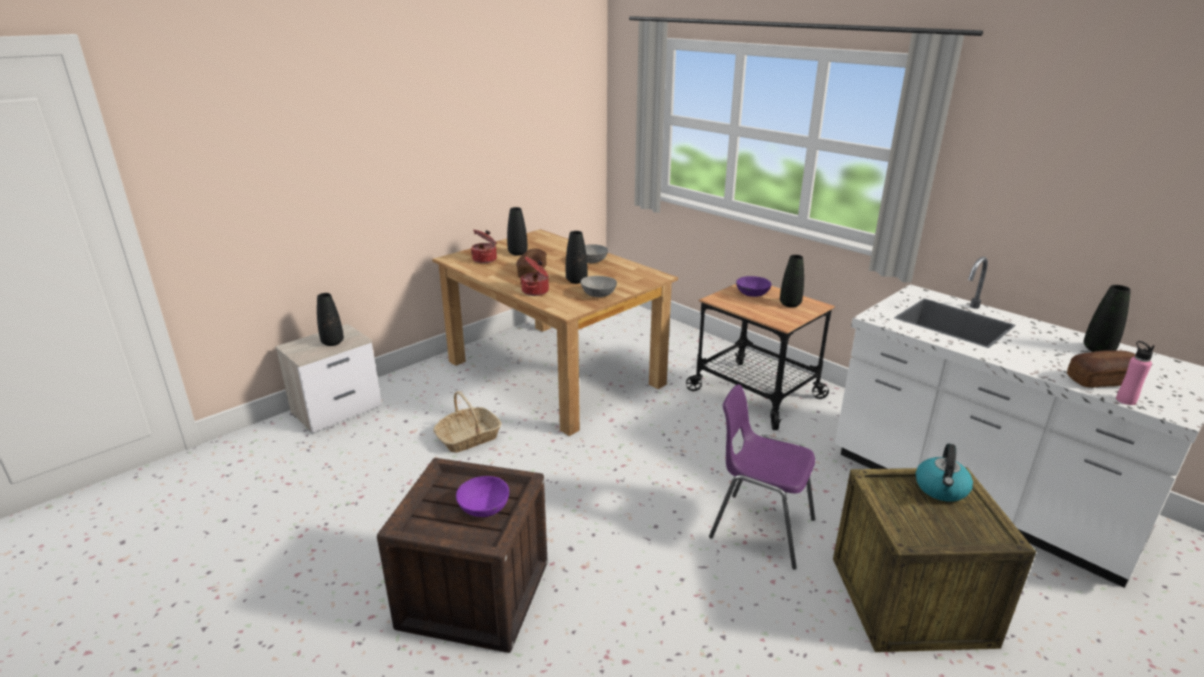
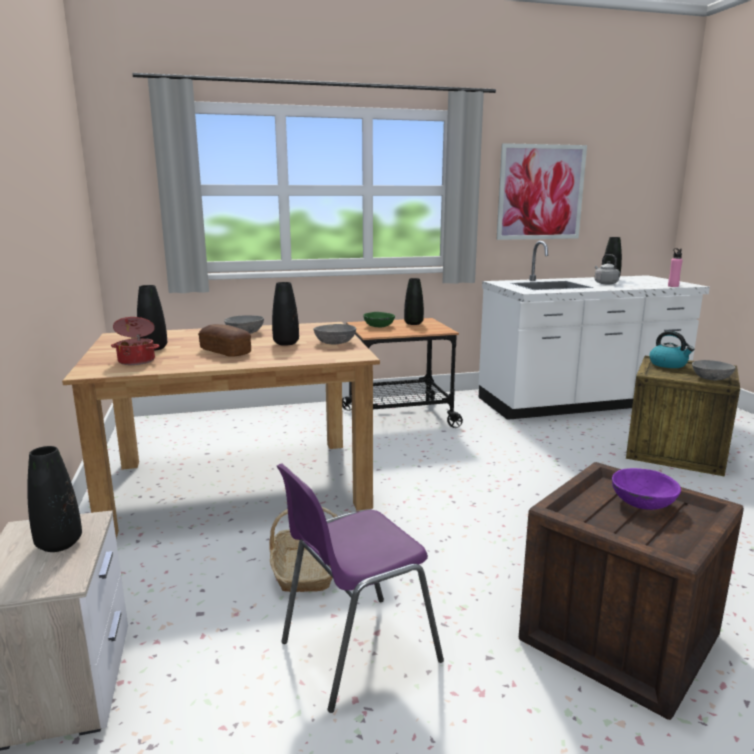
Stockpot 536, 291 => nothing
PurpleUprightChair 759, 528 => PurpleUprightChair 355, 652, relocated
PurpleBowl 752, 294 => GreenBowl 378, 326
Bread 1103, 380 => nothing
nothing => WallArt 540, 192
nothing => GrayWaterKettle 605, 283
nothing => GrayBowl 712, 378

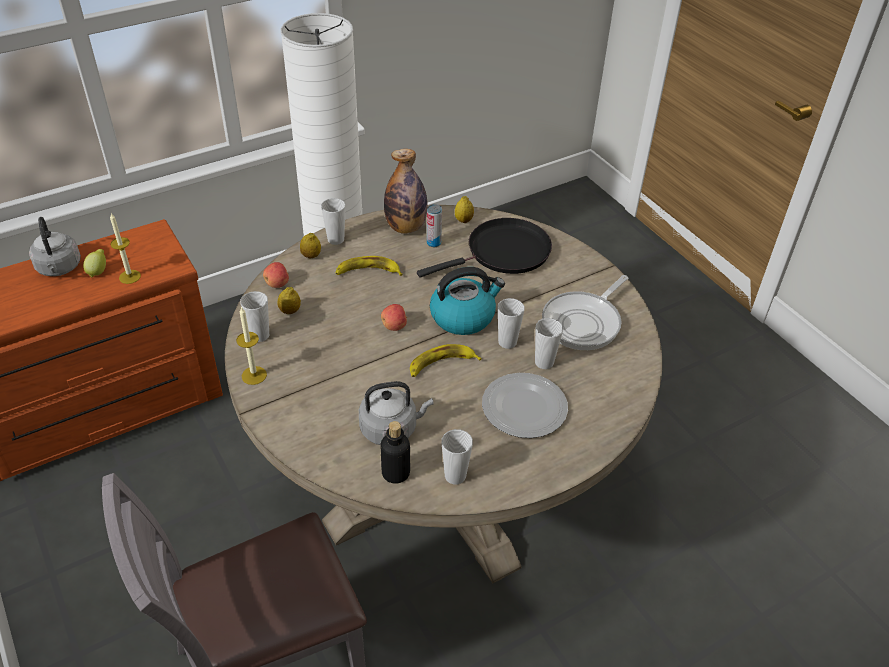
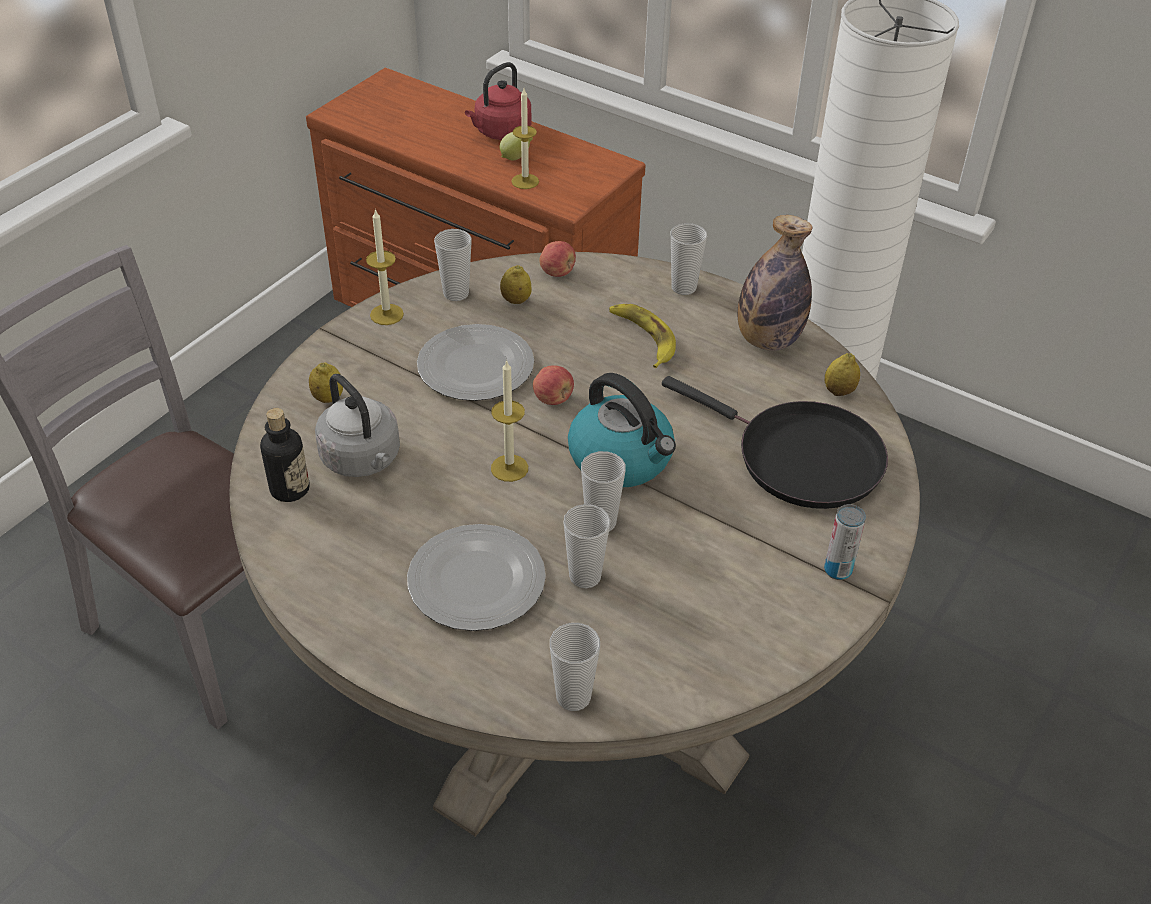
GrayWaterKettle 59, 268 => ReddishWaterKettle 500, 132
Lemon 311, 256 => Lemon 328, 398, relocated
Banana 441, 364 => WaxLight 509, 468
SealedCan 433, 243 => SealedCan 837, 570, relocated
SmallCup 455, 476 => SmallCup 573, 697, relocated
Pan 584, 322 => nothing
nothing => Plate 474, 367

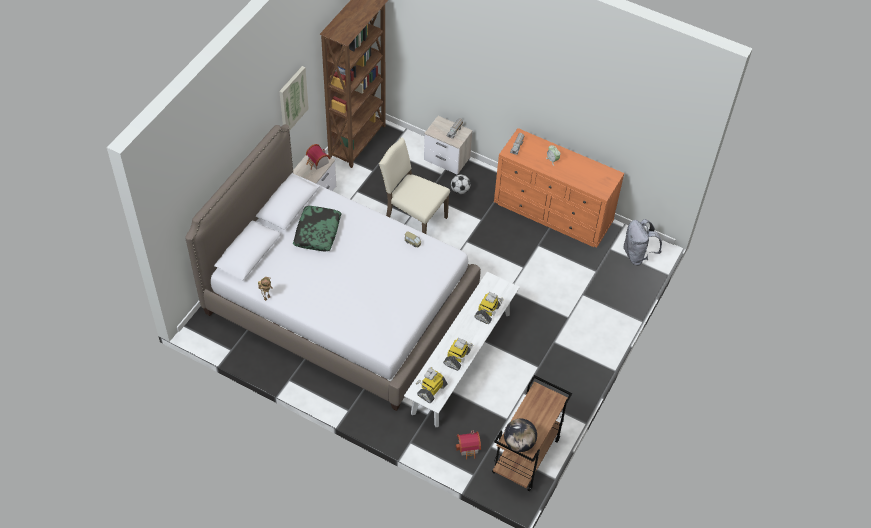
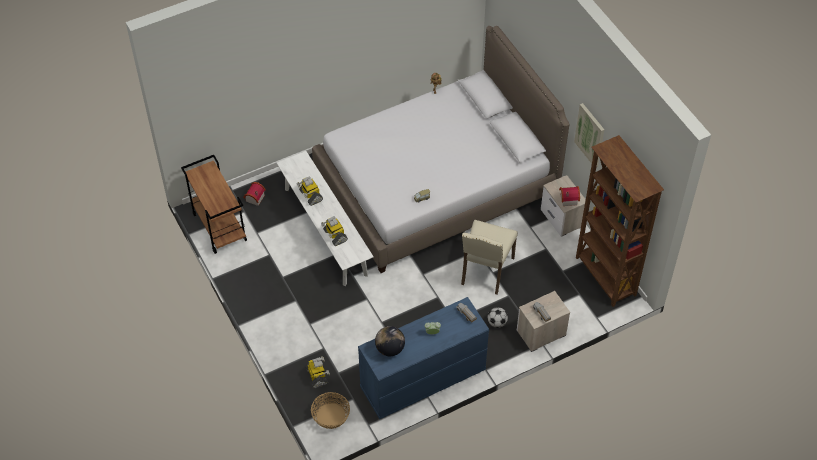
ThrowPillow 317, 232 => nothing
BeigeUprightChair 413, 221 => BeigeUprightChair 485, 271, 135 degrees clockwise
ModelRobot 431, 390 => ModelRobot 317, 376, relocated
OrangeDresser 553, 213 => BlueDresser 422, 379
DeskGlobe 519, 443 => DeskGlobe 390, 349, relocated
GrayBackpack 637, 255 => StorageBasket 330, 416

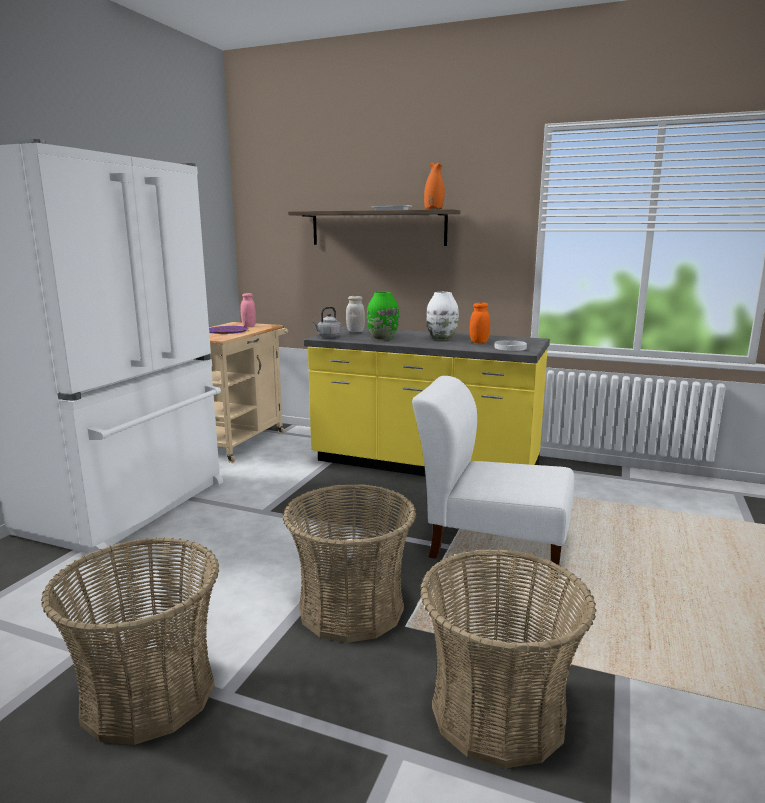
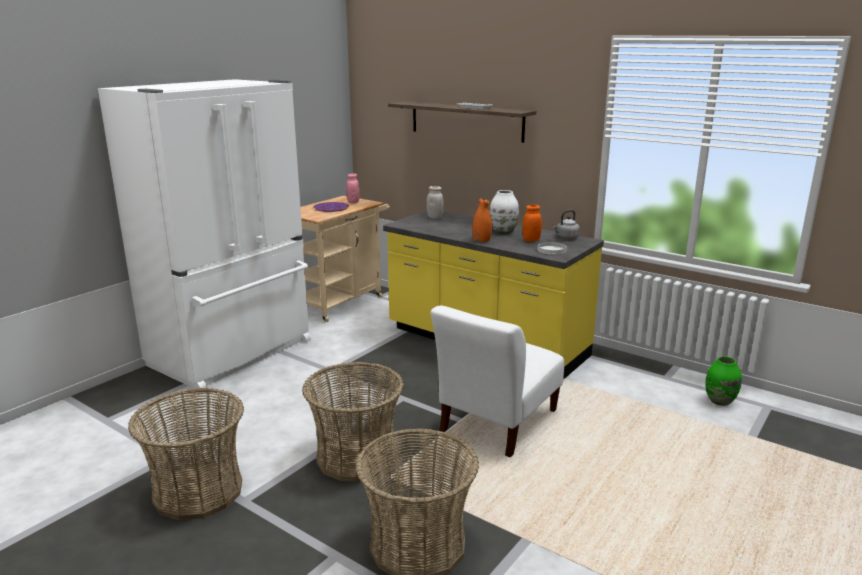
GrayWaterKettle 328, 337 => GrayWaterKettle 566, 238, relocated
GreenVase 382, 338 => GreenVase 719, 401, relocated
WhitishUprightChair 491, 545 => WhitishUprightChair 496, 423, 90 degrees counterclockwise
OrangeVase 434, 209 => OrangeVase 481, 240, relocated

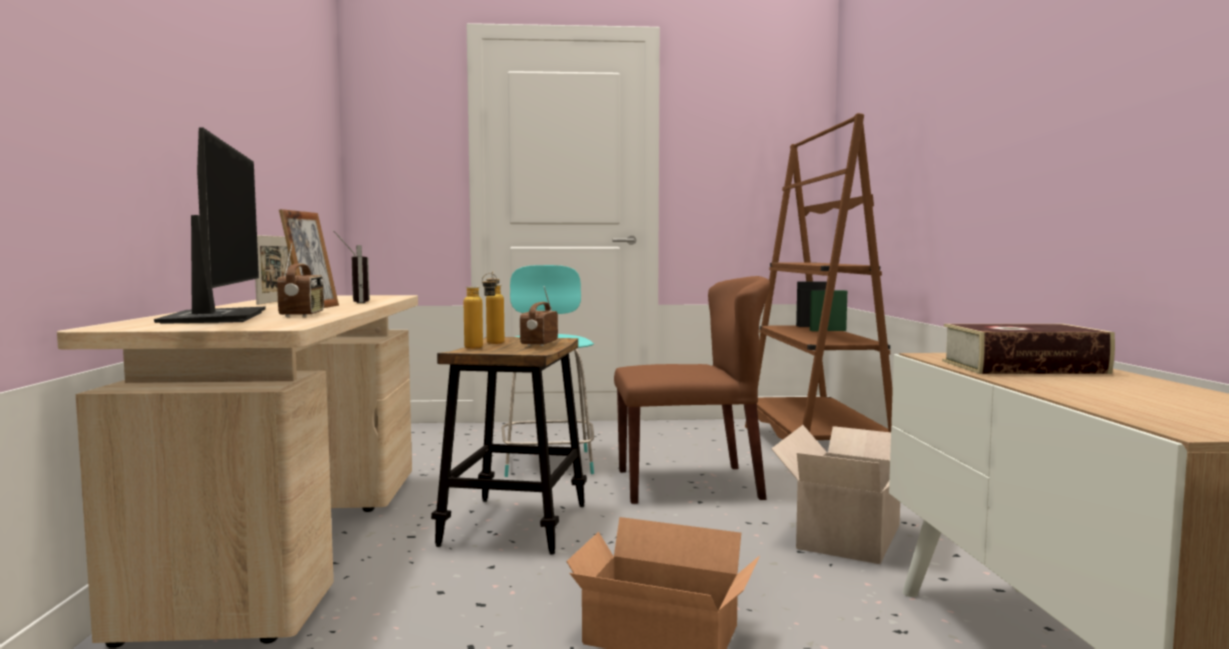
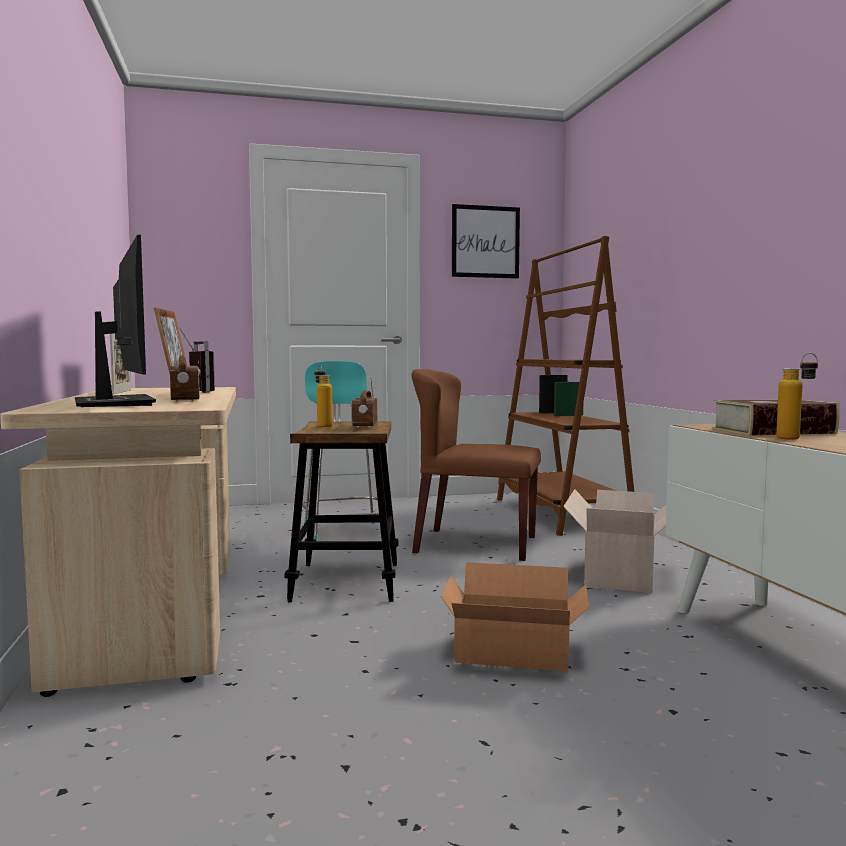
BeverageBottle 481, 348 => BeverageBottle 795, 438, relocated
BrownishUprightChair 689, 484 => BrownishUprightChair 474, 544, 150 degrees counterclockwise
nothing => WallArt 485, 242

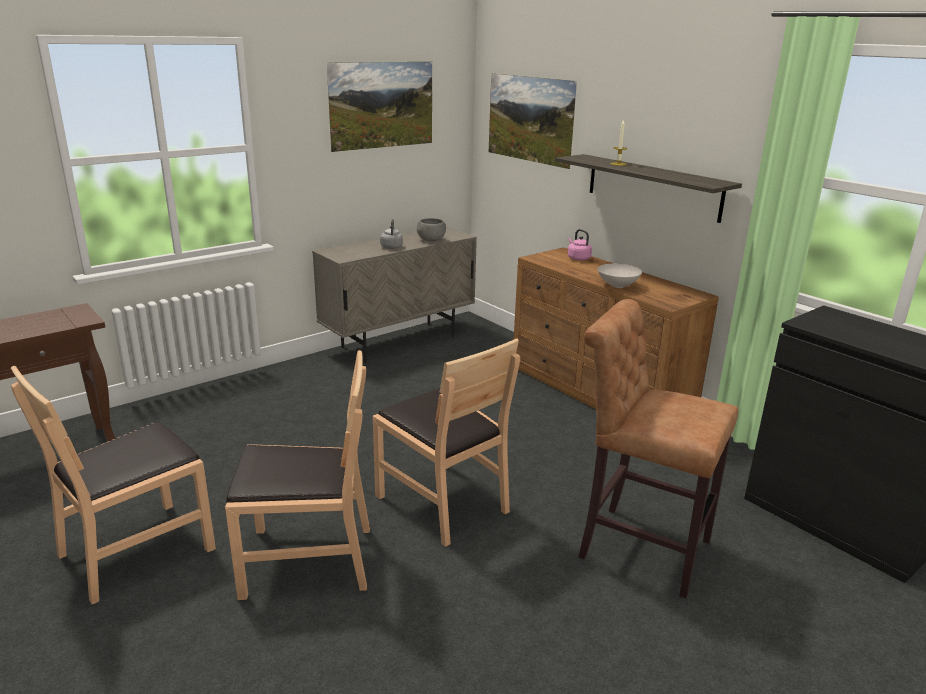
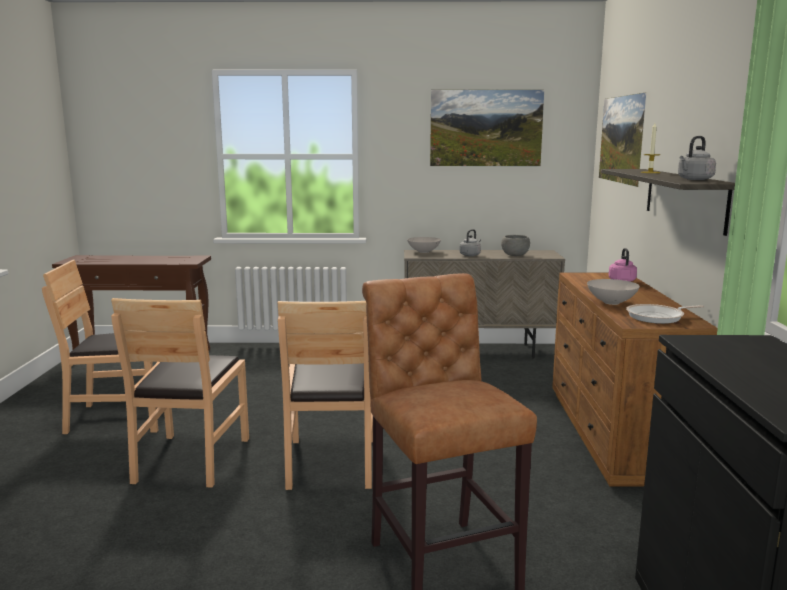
BrownishUprightChair 307, 560 => BrownishUprightChair 191, 459, 60 degrees clockwise
nothing => WhitishBowl 423, 252
nothing => Pan 658, 317
nothing => GrayWaterKettle 694, 179

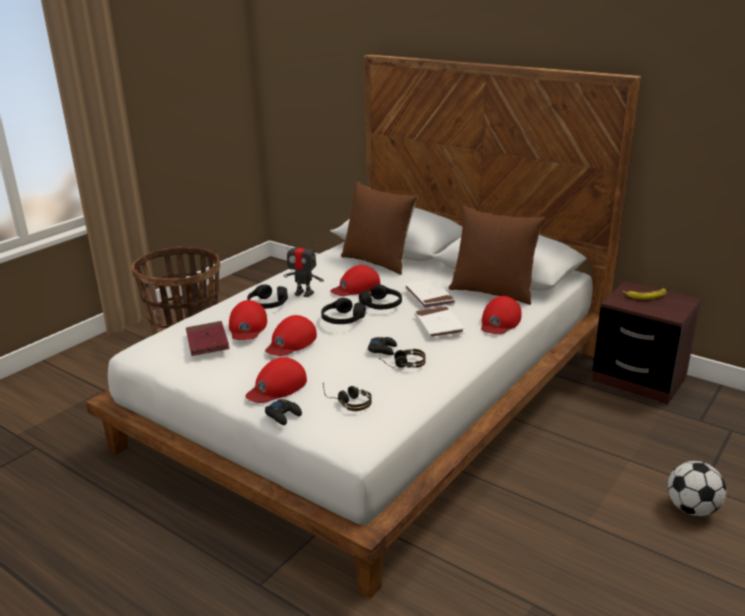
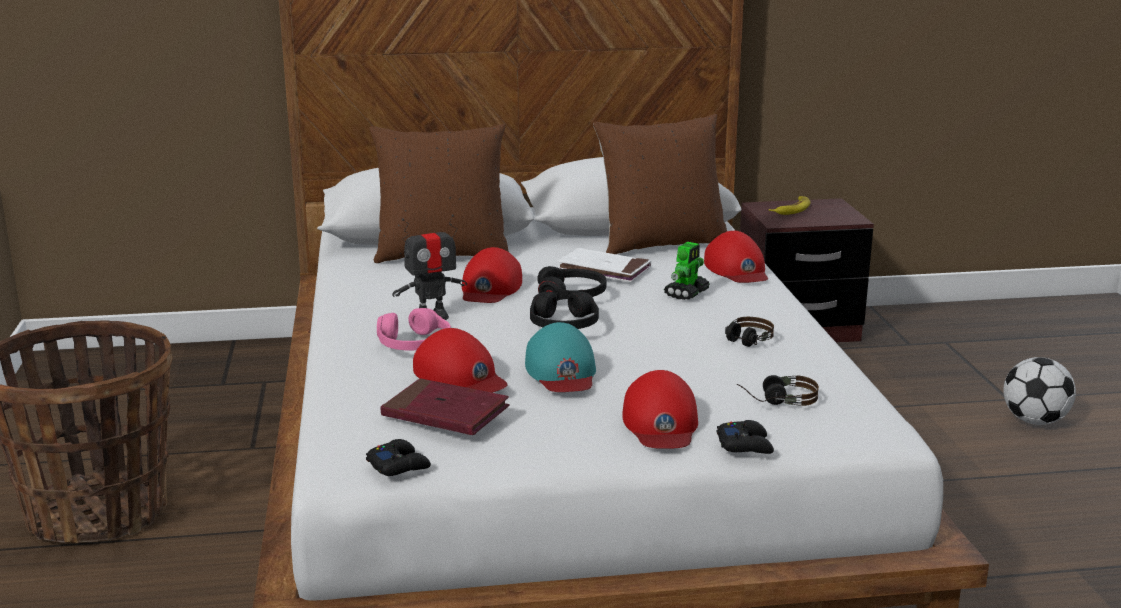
BlackishPairOfHeadphones 267, 304 => PinkishPairOfHeadphones 414, 344
ReddishBaseballCap 291, 342 => TurquoiseColouredBaseballCap 561, 371
BlackishGamepad 383, 349 => BlackishGamepad 398, 465, relocated
WhitishBoundBook 438, 325 => ModelRobot 687, 293

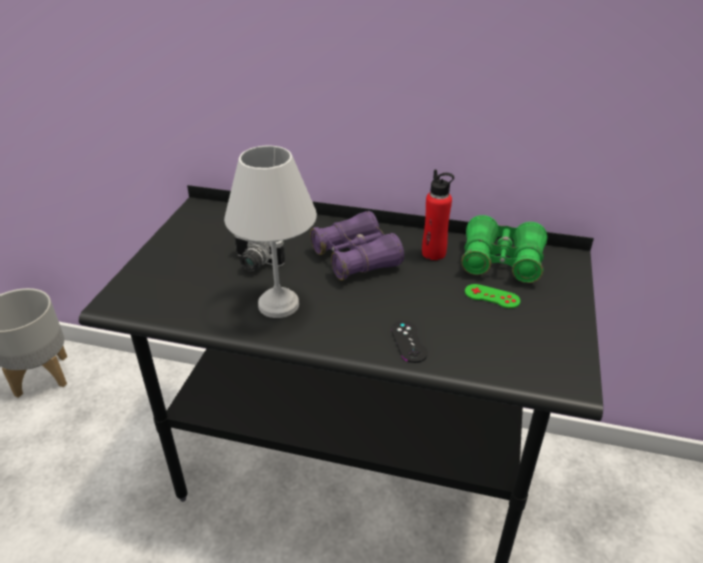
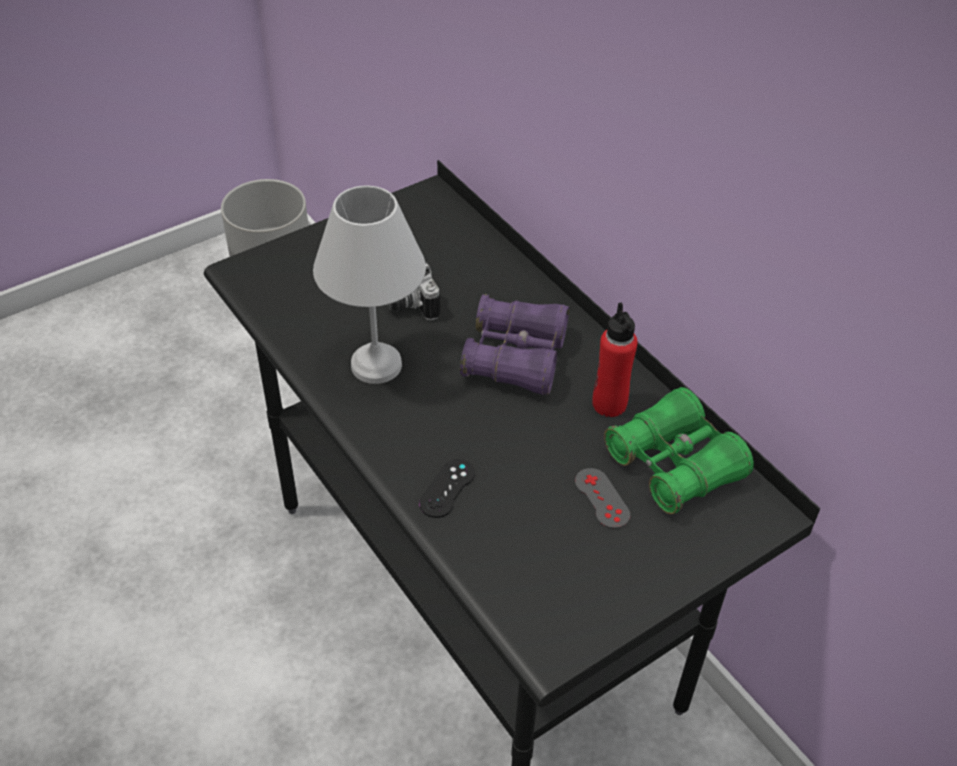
GreenGamepad 492, 296 => GrayGamepad 602, 498

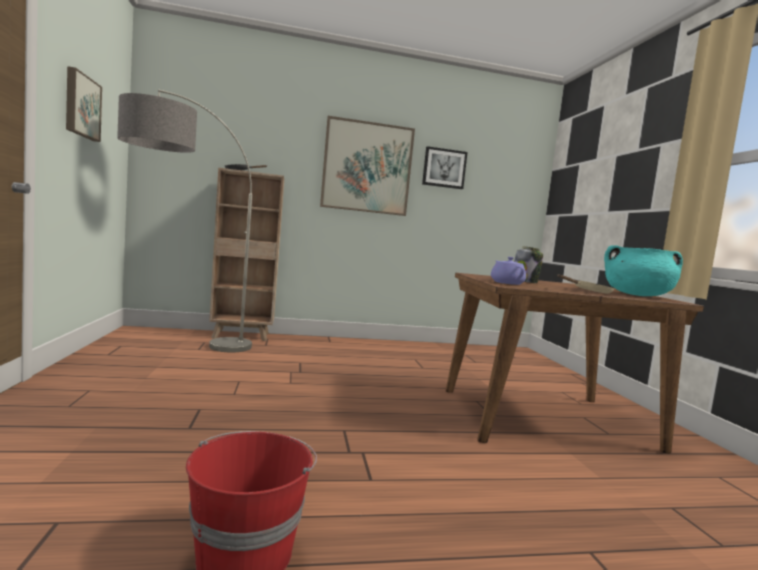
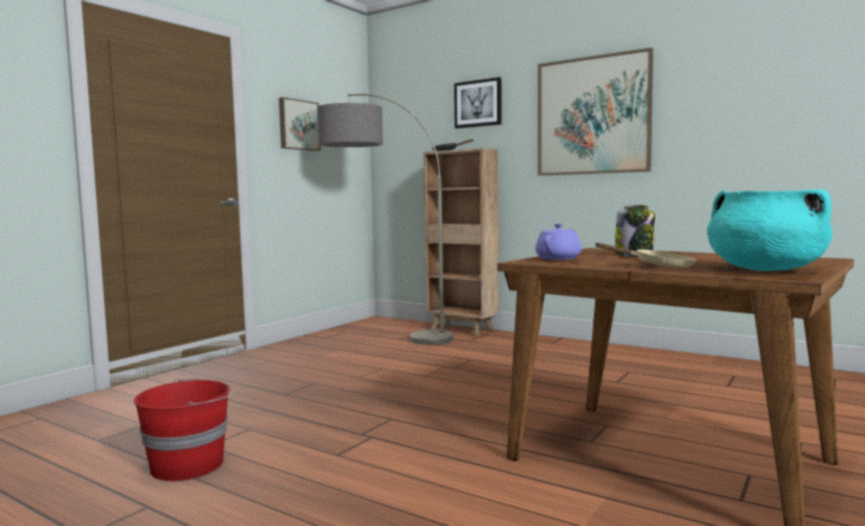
WallArt 444, 168 => WallArt 478, 103, relocated

